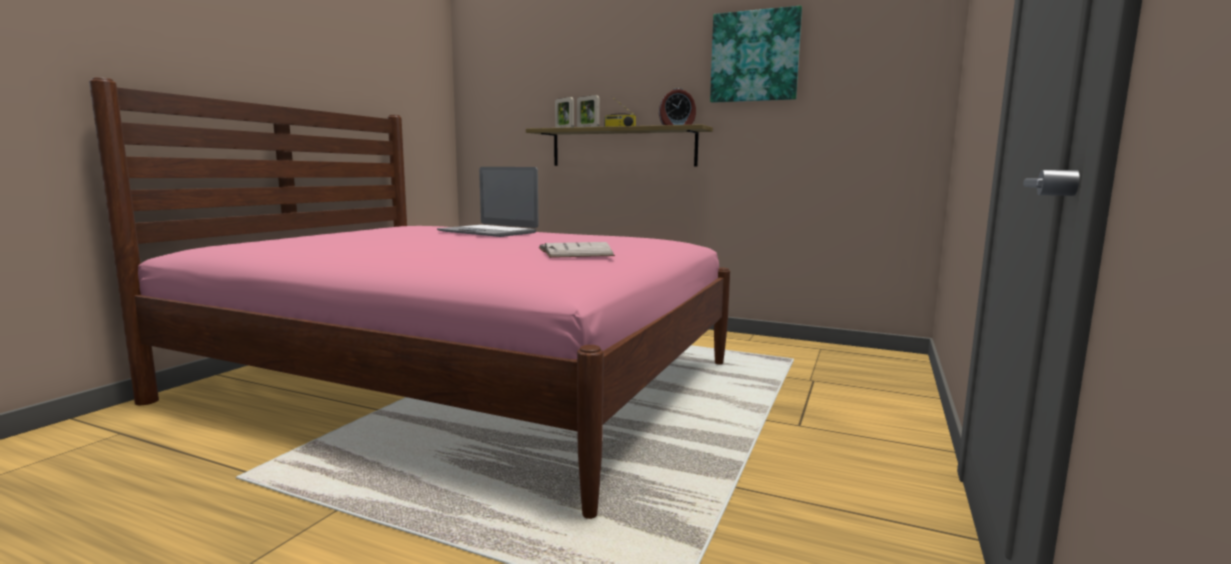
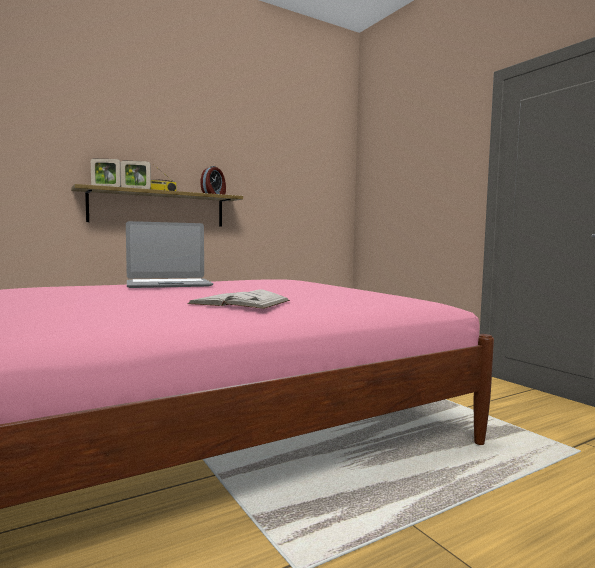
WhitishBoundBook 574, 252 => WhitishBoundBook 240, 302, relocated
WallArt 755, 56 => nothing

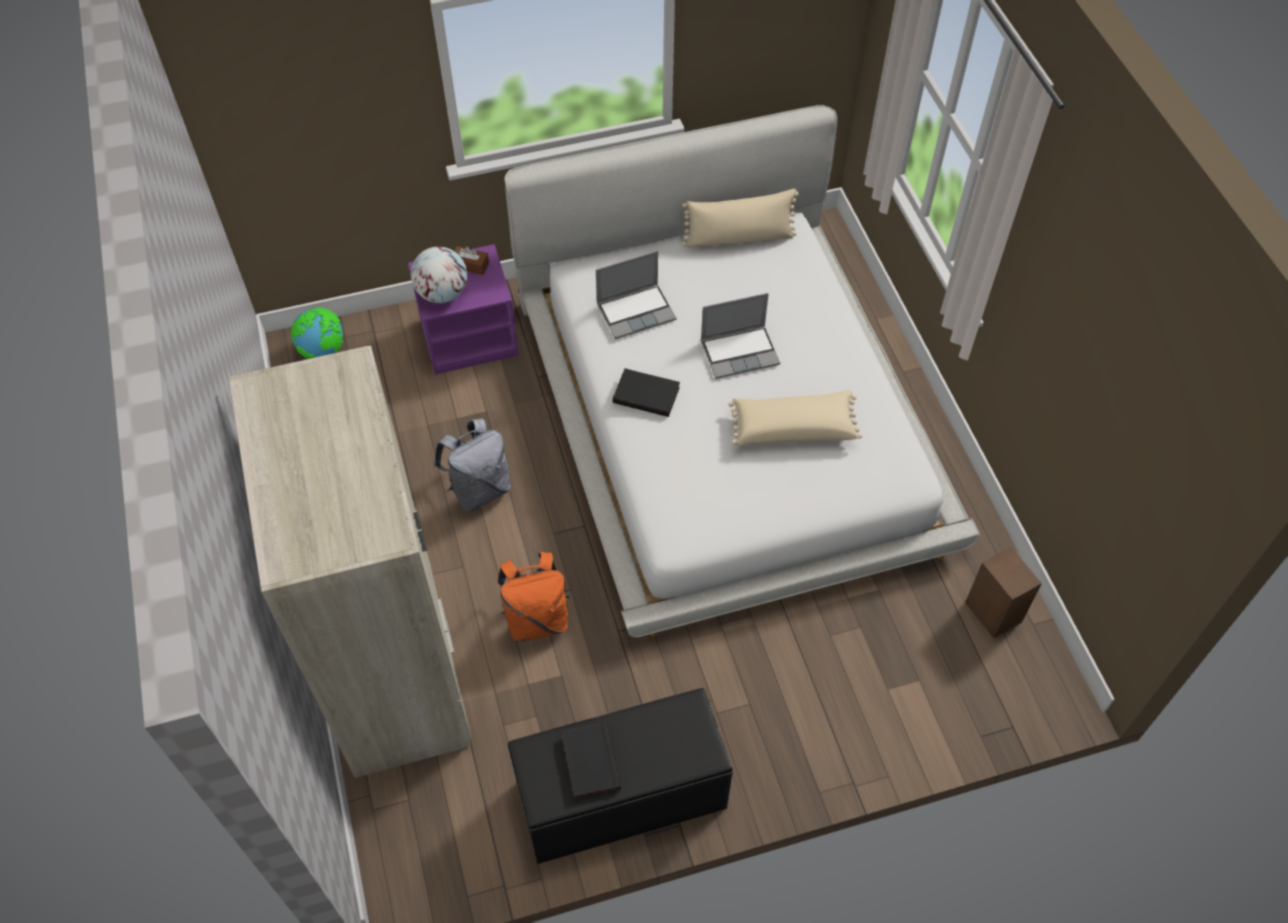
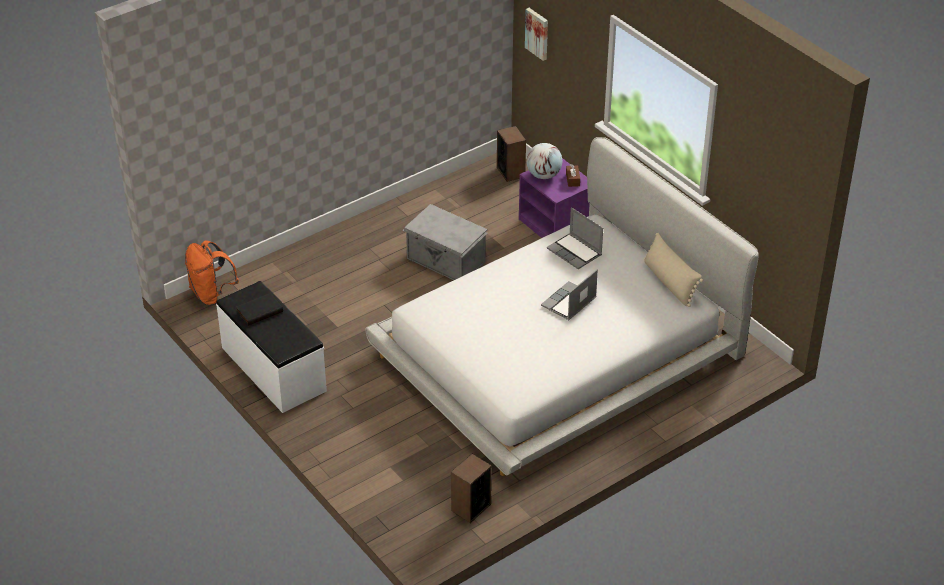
BeigeClothesCupboard 396, 667 => nothing
DeskGlobe 323, 350 => AudioSpeaker 511, 172
GrayBackpack 479, 489 => GrayStorageBox 445, 261
OrangeBackpack 537, 619 => OrangeBackpack 211, 294, relocated
BlackishBench 621, 797 => WhitishBench 272, 369
BlackishBoundBook 647, 394 => nothing
PortableComputer 740, 352 => PortableComputer 569, 303, 75 degrees clockwise
BeigeThrowPillow 793, 427 => nothing
nothing => WallArt 537, 33

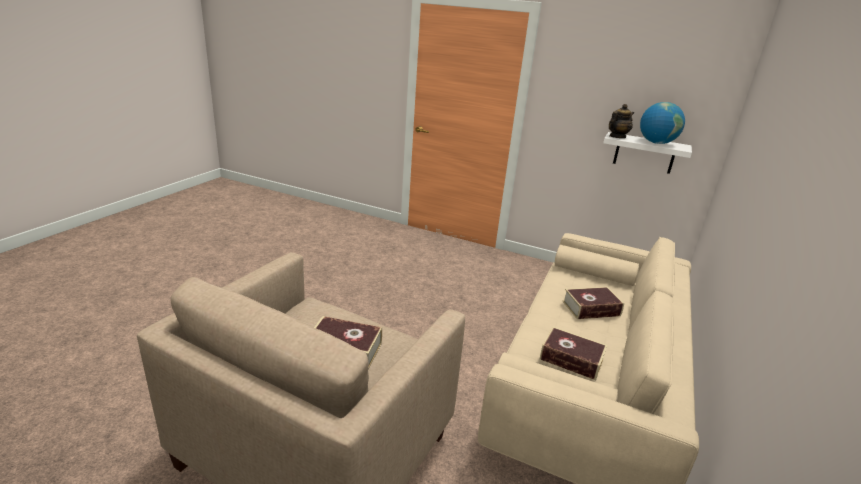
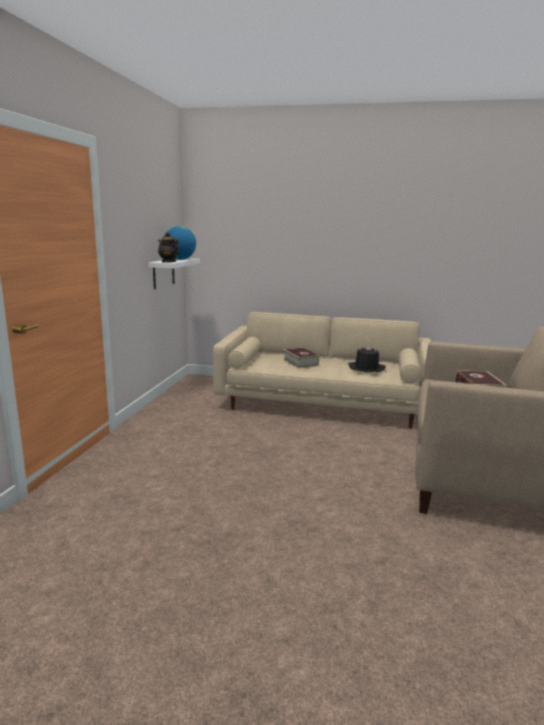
BoundBook 571, 359 => BlackishHat 366, 368

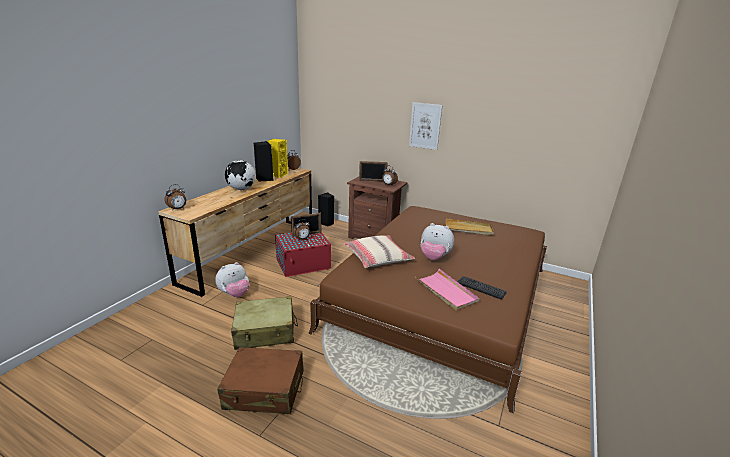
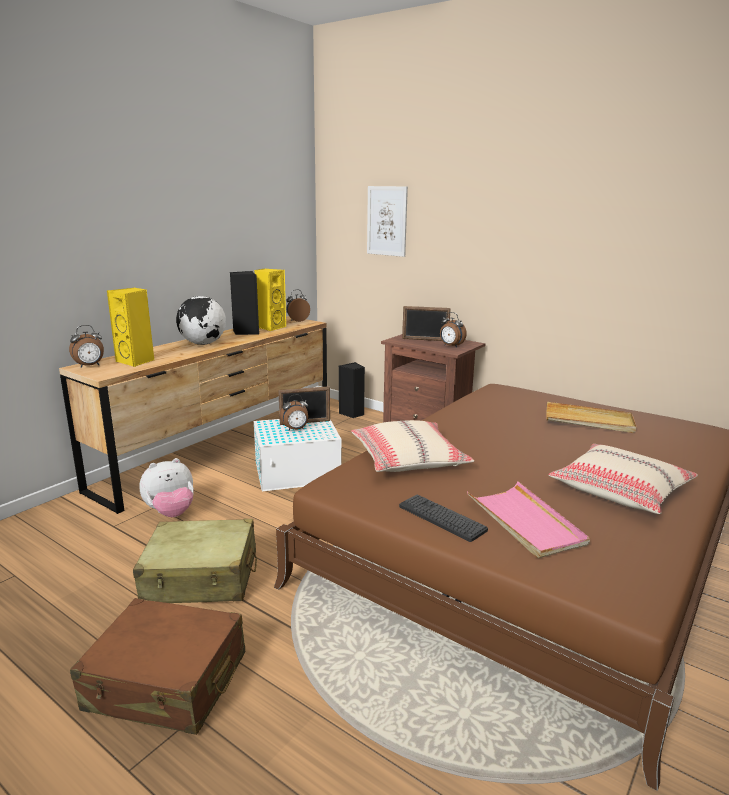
ReddishStorageBox 304, 263 => WhitishStorageBox 298, 472
WallArt 425, 126 => WallArt 387, 221, relocated
PlushToy 434, 258 => nothing
Keyboard 481, 288 => Keyboard 441, 518, relocated
nothing => YellowColouredAudioSpeaker 136, 361
nothing => BeigeThrowPillow 620, 490

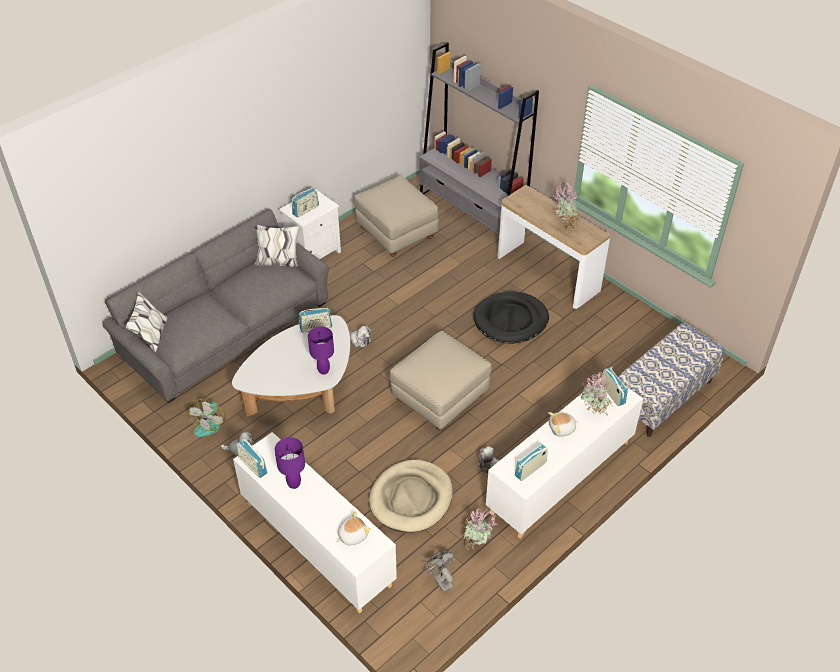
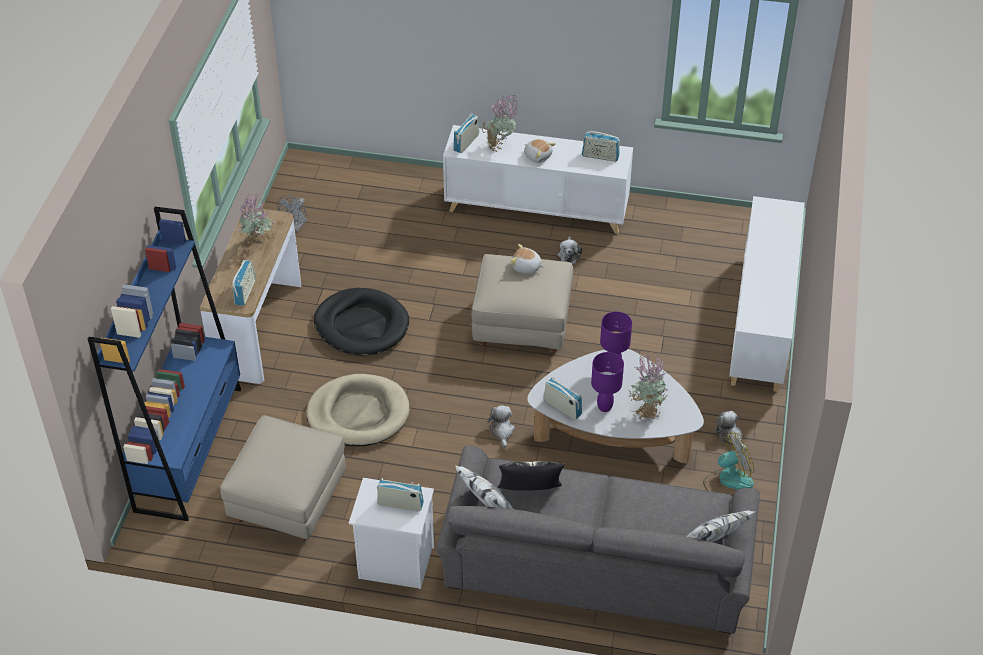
Radio 253, 465 => Radio 245, 292, relocated
PurpleTabletopLamp 294, 484 => PurpleTabletopLamp 605, 406, relocated
PlushToy 352, 535 => PlushToy 526, 267, relocated
BeigePetBed 411, 498 => BeigePetBed 358, 414, relocated
GrayBookshelf 471, 213 => BlueBookshelf 189, 448
GrayCoolingFan 441, 580 => GrayCoolingFan 296, 227, relocated
PlantInAPot 477, 544 => PlantInAPot 646, 410, relocated
Bench 663, 397 => nothing
nothing => ThrowPillow 530, 494

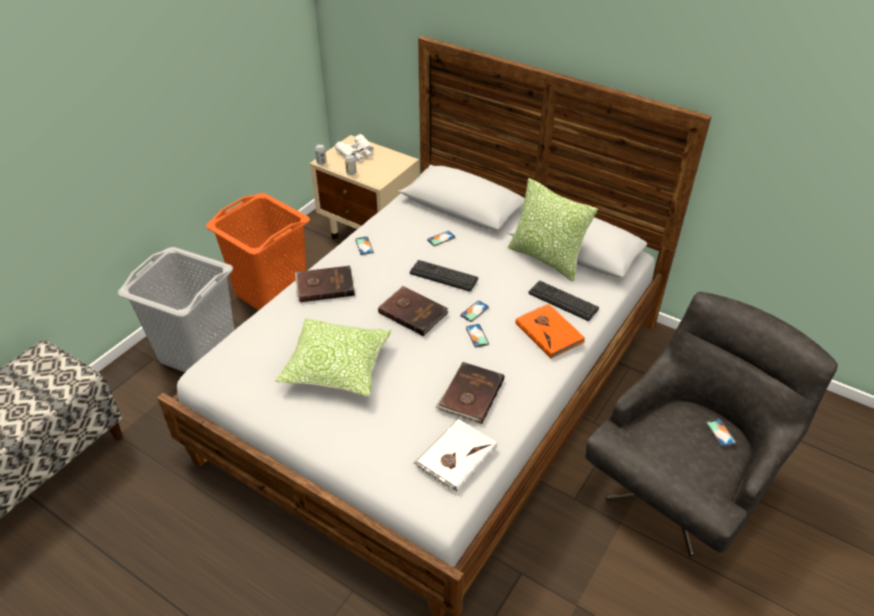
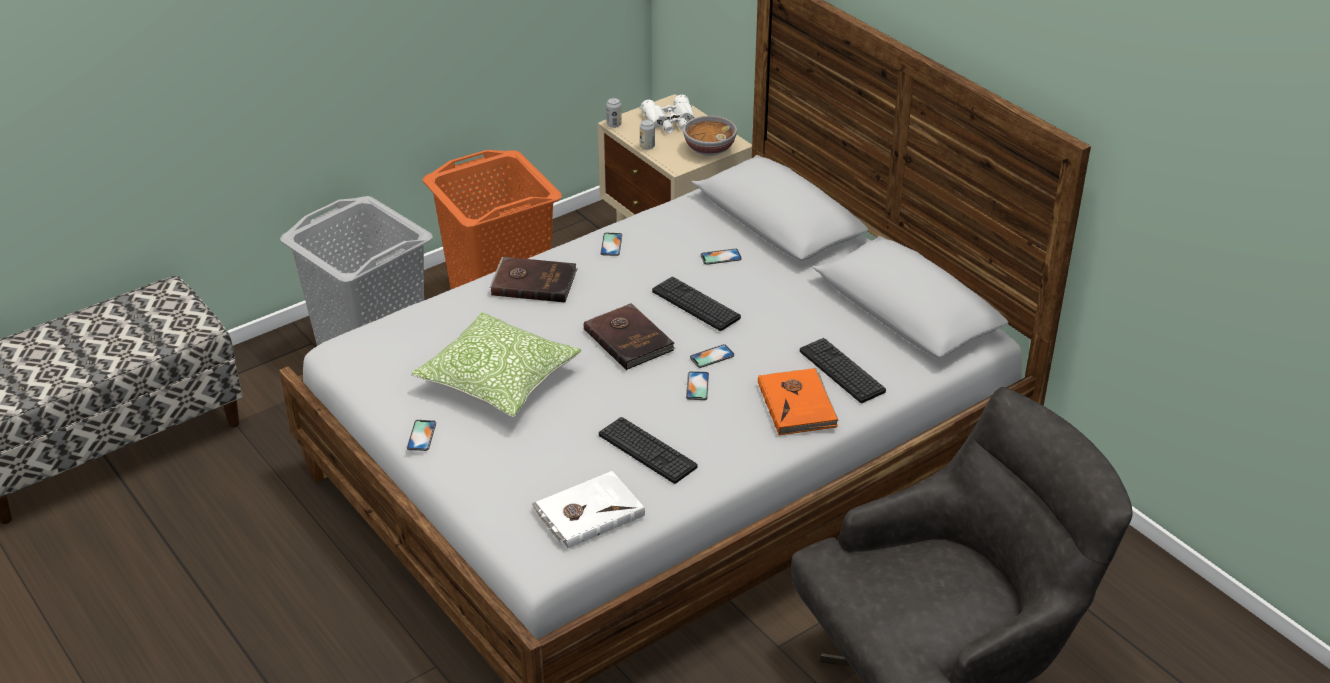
BrownishBoundBook 470, 395 => Keyboard 647, 451
ThrowPillow 546, 259 => nothing
Telephone 720, 432 => Telephone 421, 435, relocated
nothing => Bowl 709, 148

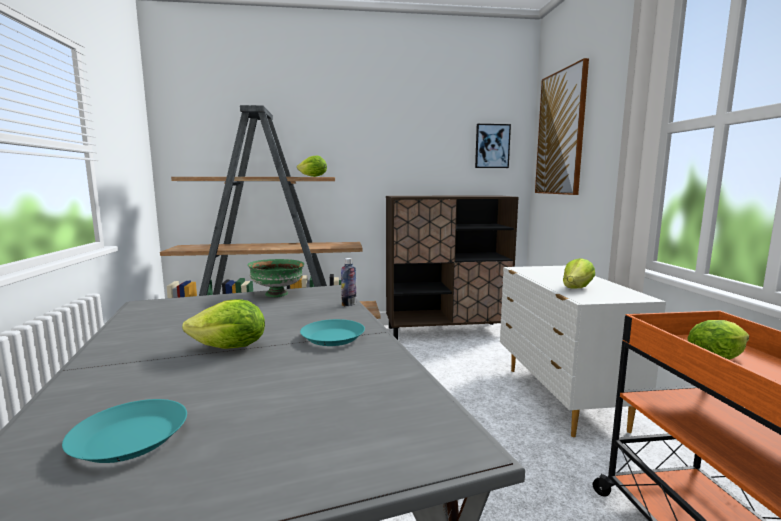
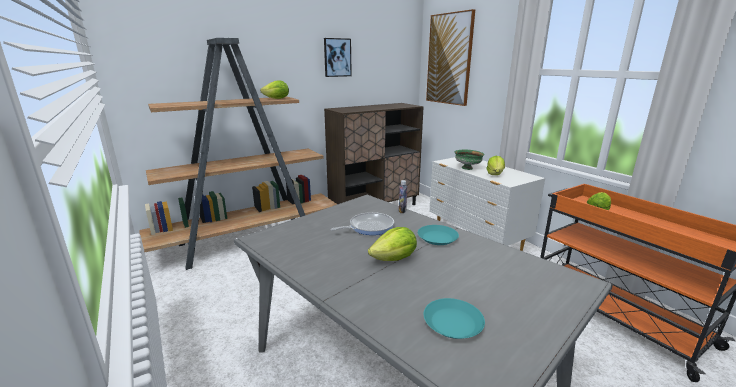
GreenBowl 278, 294 => GreenBowl 467, 168, relocated
WallArt 492, 146 => WallArt 337, 57, relocated
nothing => Pan 369, 227

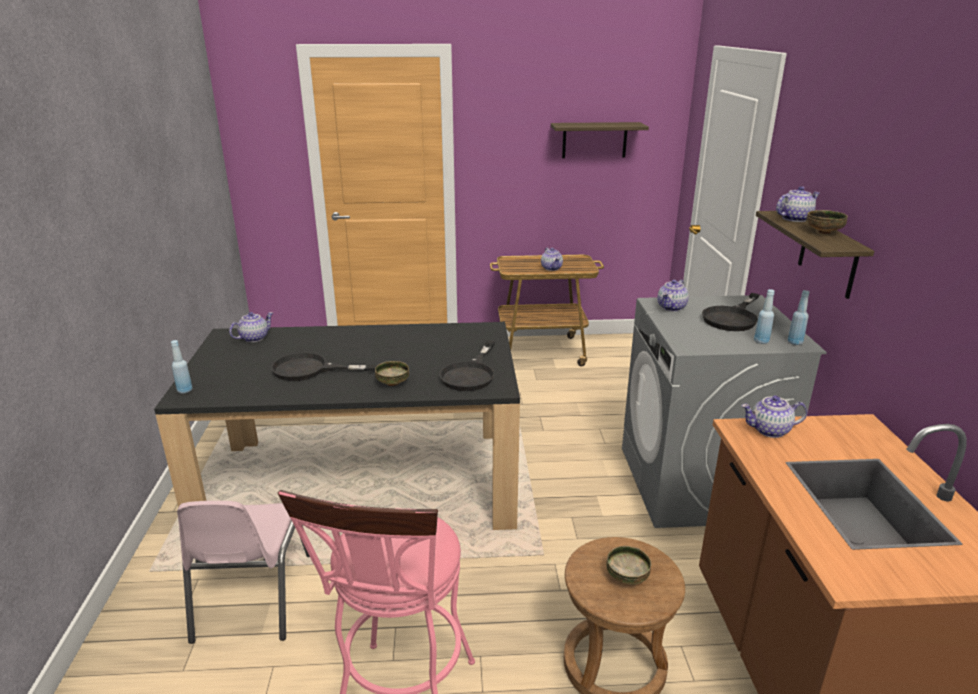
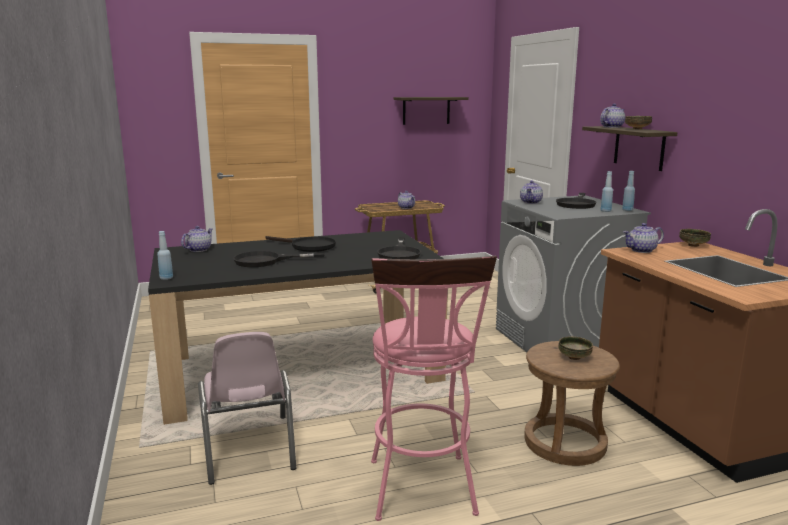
Bowl 392, 383 => Bowl 692, 245, relocated
nothing => BlackishPan 307, 246

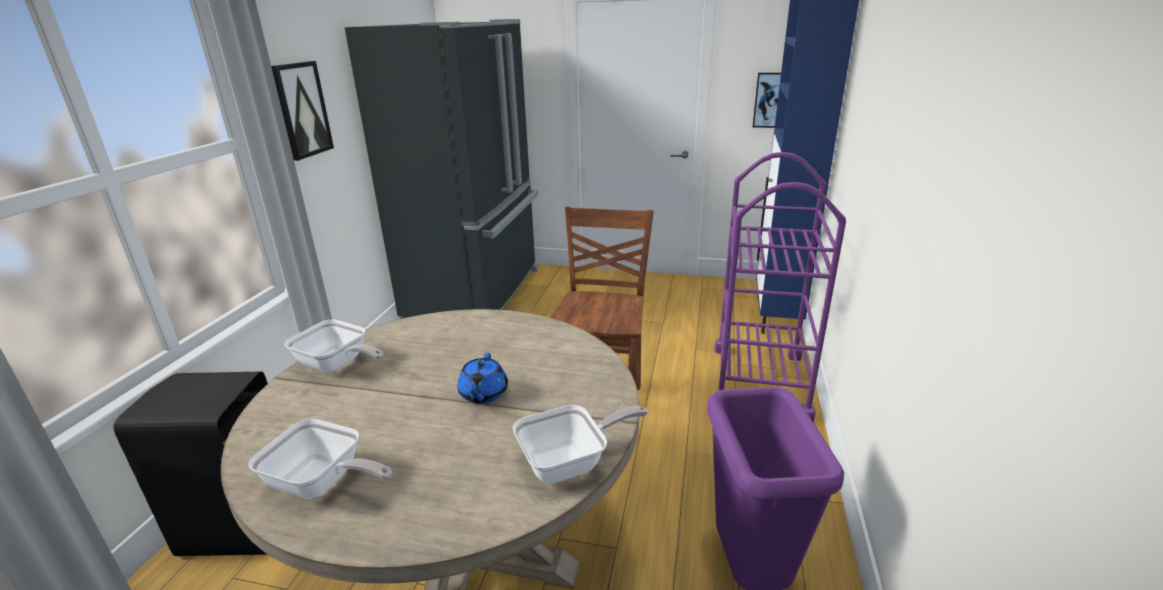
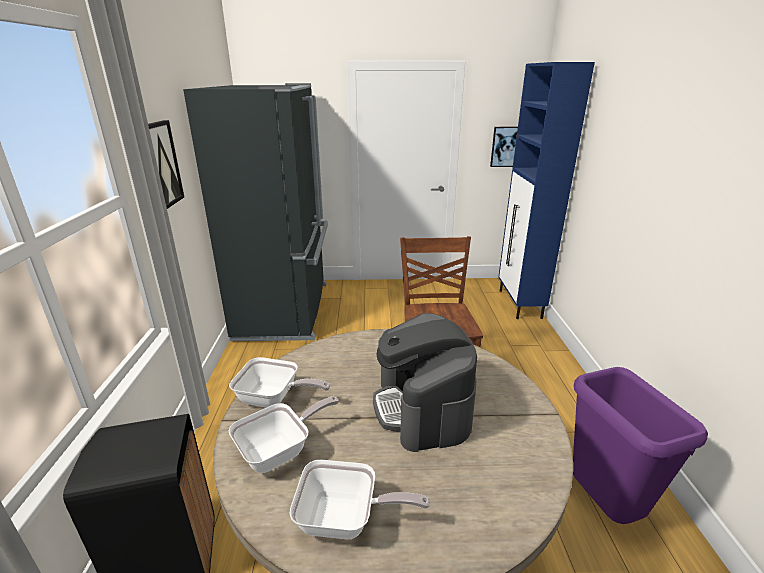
BluePotForTea 483, 394 => CoffeeBrewer 422, 407
Pan 570, 463 => Pan 280, 451, relocated
PurpleTrolley 759, 382 => nothing

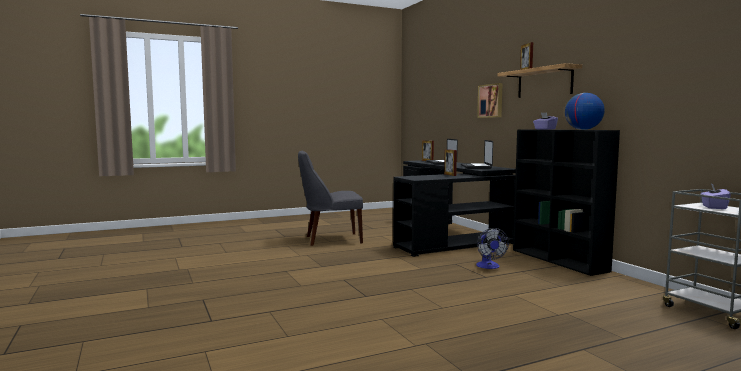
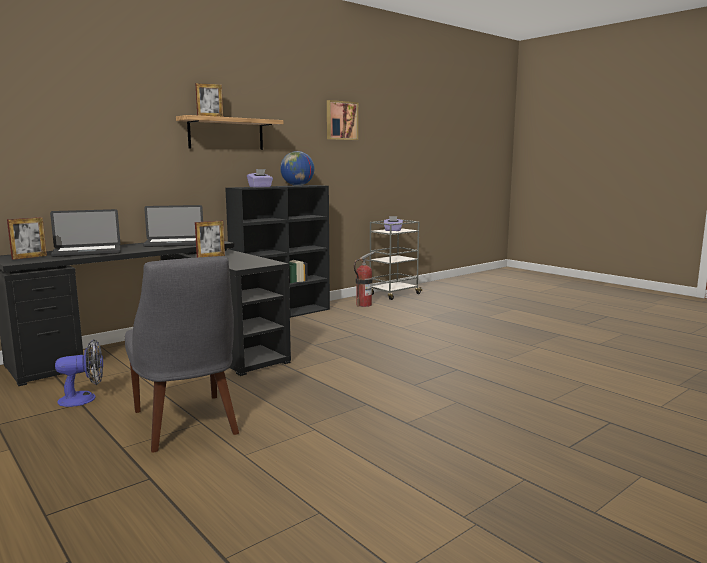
CoolingFan 489, 267 => CoolingFan 84, 399, relocated
WallArt 491, 101 => WallArt 341, 120, relocated
nothing => FireExtinguisher 364, 305

